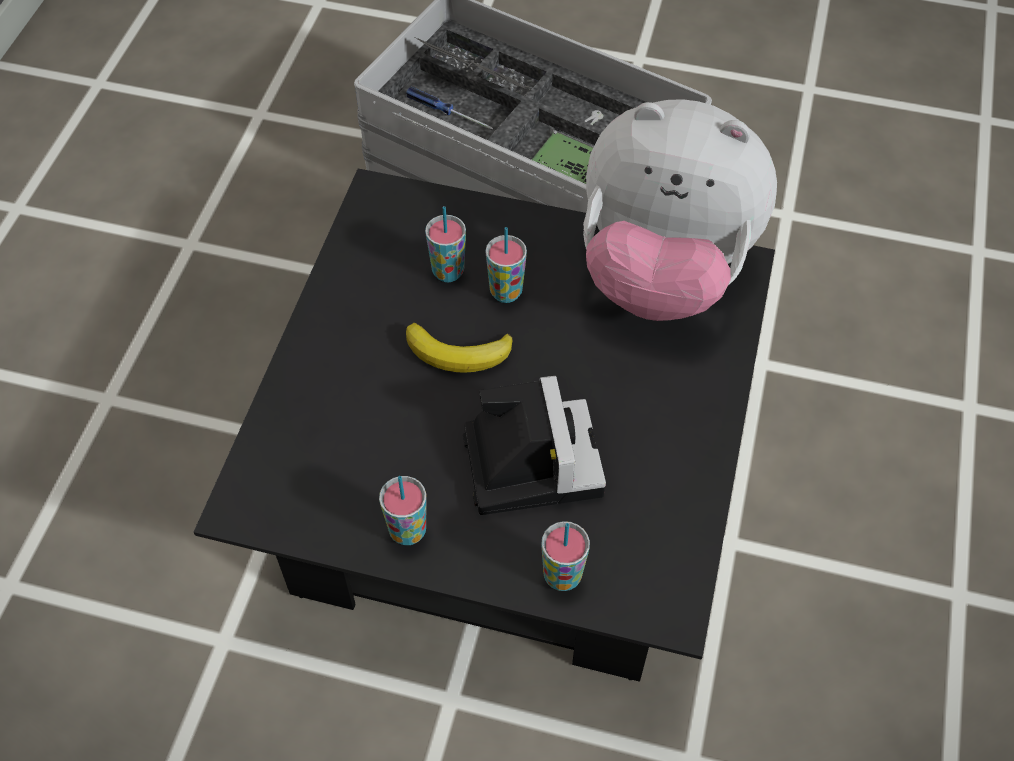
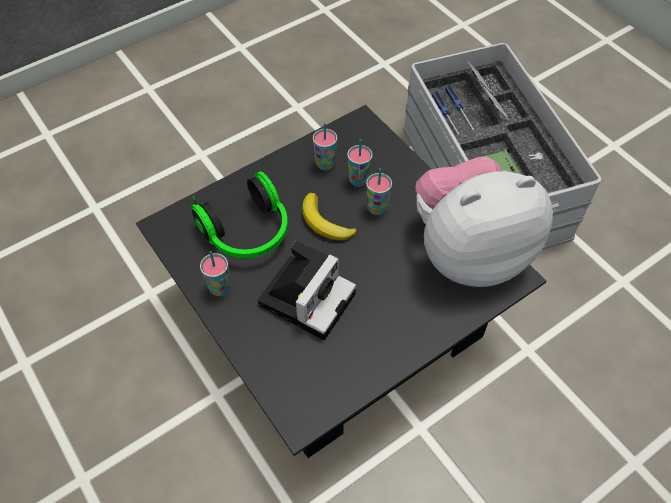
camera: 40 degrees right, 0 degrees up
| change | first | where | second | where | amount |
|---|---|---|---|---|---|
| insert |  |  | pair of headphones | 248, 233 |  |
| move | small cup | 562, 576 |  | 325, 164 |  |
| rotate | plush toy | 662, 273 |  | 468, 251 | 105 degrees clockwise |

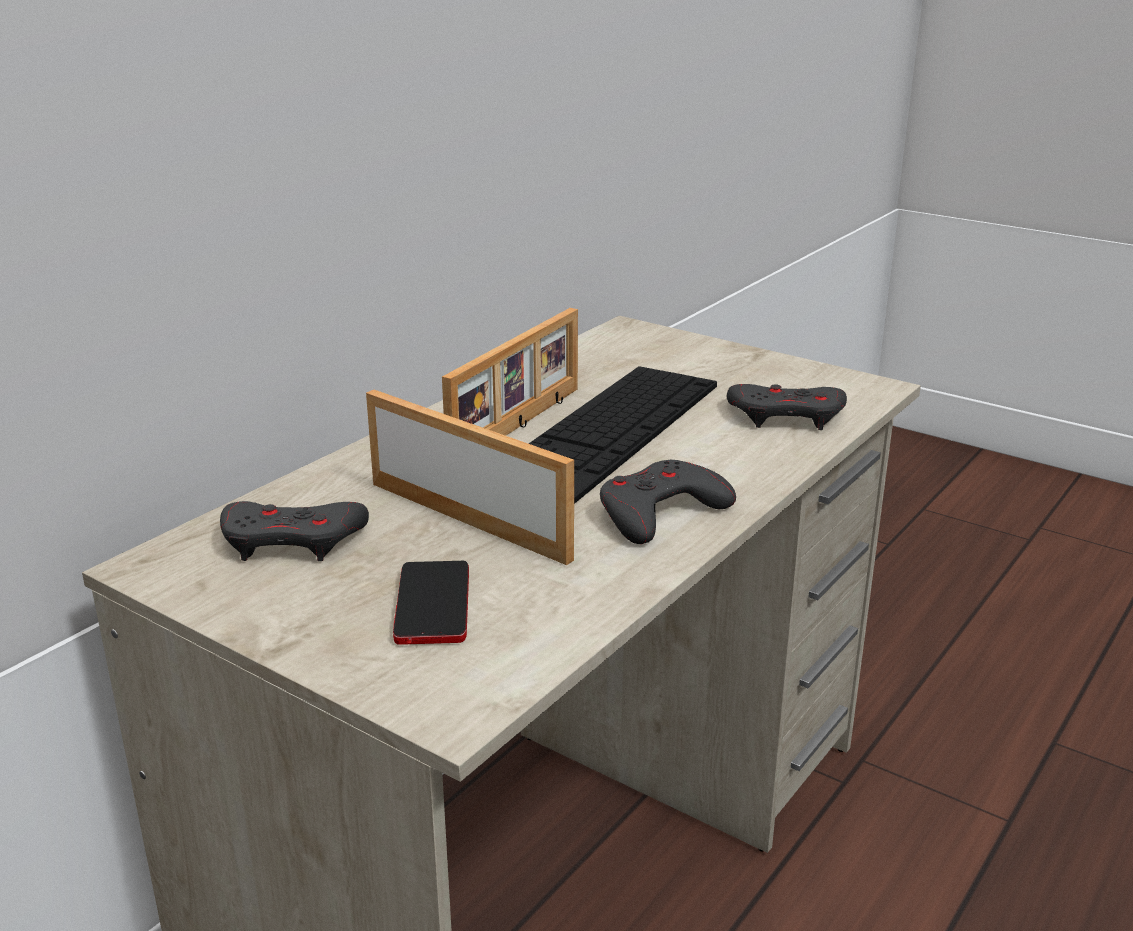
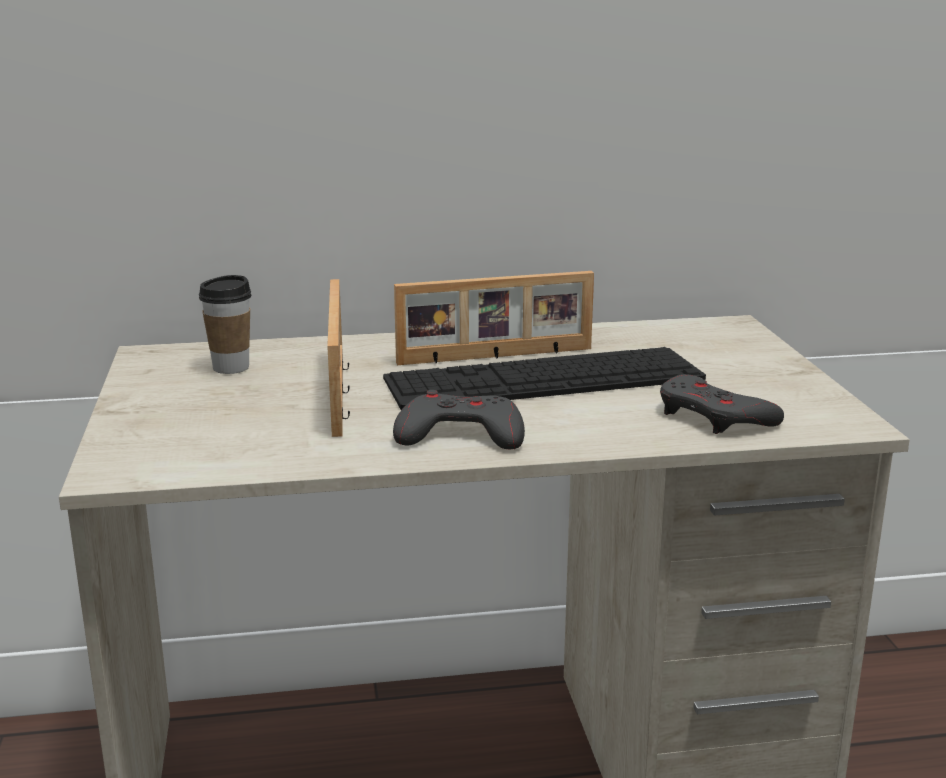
camera: 45 degrees right, 5 degrees down
| change | first | where | second | where | amount |
|---|---|---|---|---|---|
| replace | grey joypad | 292, 540 | small cup | 231, 367 |  |
| delete | phone | 432, 604 |  |  |  |

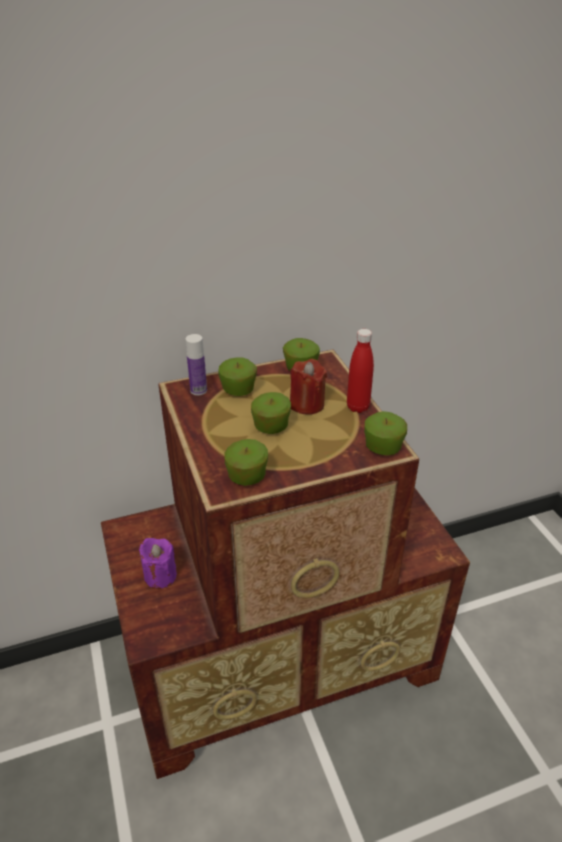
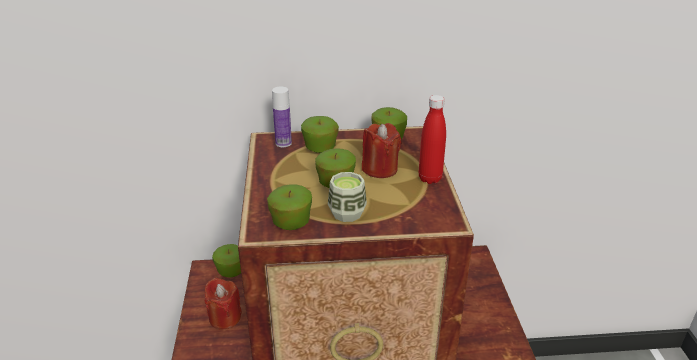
camera: 15 degrees right, 5 degrees down
| change | first | where | second | where | amount |
|---|---|---|---|---|---|
| recolor | purple-coloured wax light | 160, 576 | red wax light | 224, 318 |  |
| move | apple fruit | 383, 448 |  | 231, 271 |  |
| insert |  |  | small cup | 347, 213 |  |

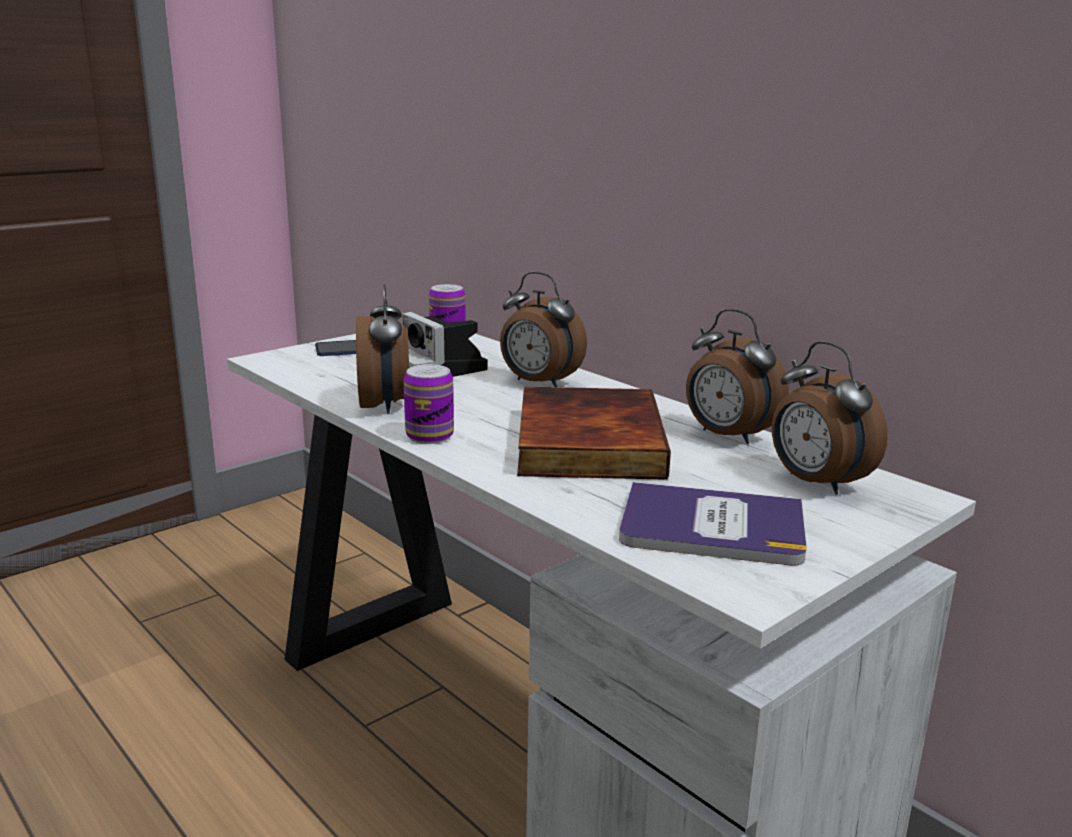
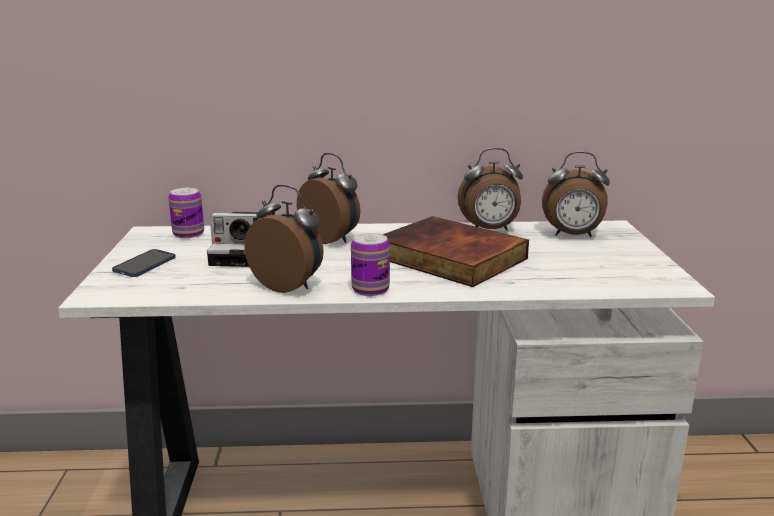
camera: 50 degrees left, 0 degrees up
| change | first | where | second | where | amount |
|---|---|---|---|---|---|
| rotate | table clock | 538, 383 |  | 332, 239 | 120 degrees counterclockwise |
| delete | book | 712, 526 |  |  |  |

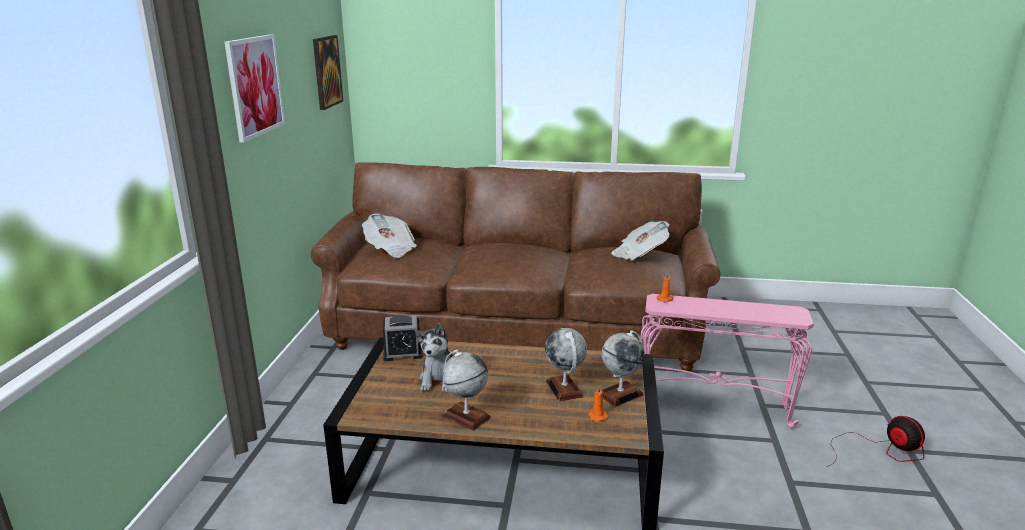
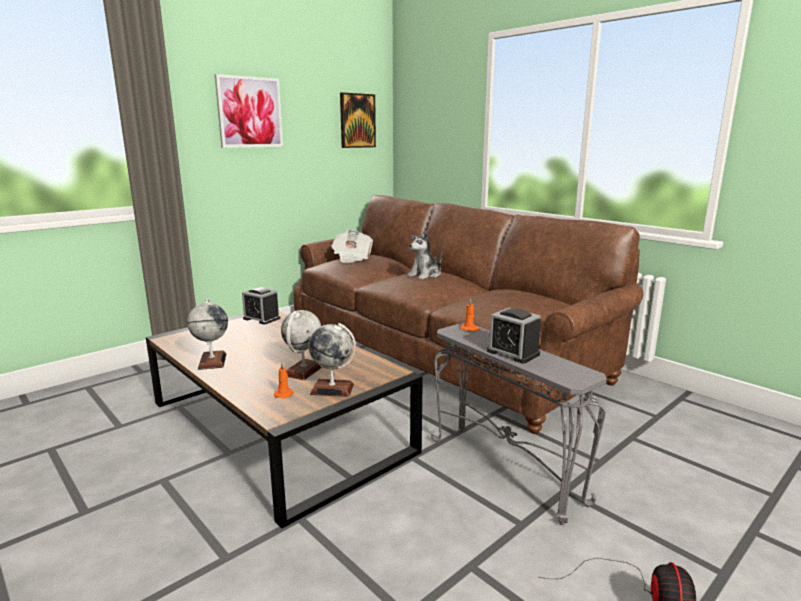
camera: 40 degrees right, 5 degrees down
| change | first | where | second | where | amount |
|---|---|---|---|---|---|
| move | plush toy | 440, 379 |  | 425, 275 |  |
| recolor | pinkish side table | 713, 409 | grey side table | 505, 470 |  |
| insert |  |  | table clock | 513, 353 |  |
| delete | newspaper | 639, 254 |  |  |  |

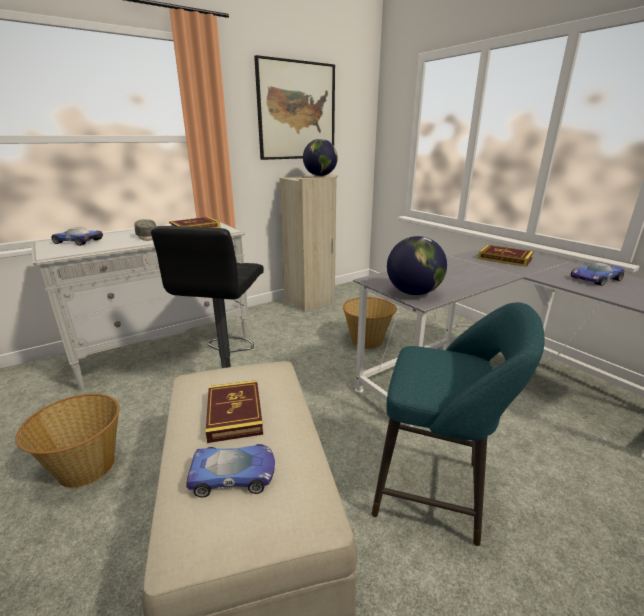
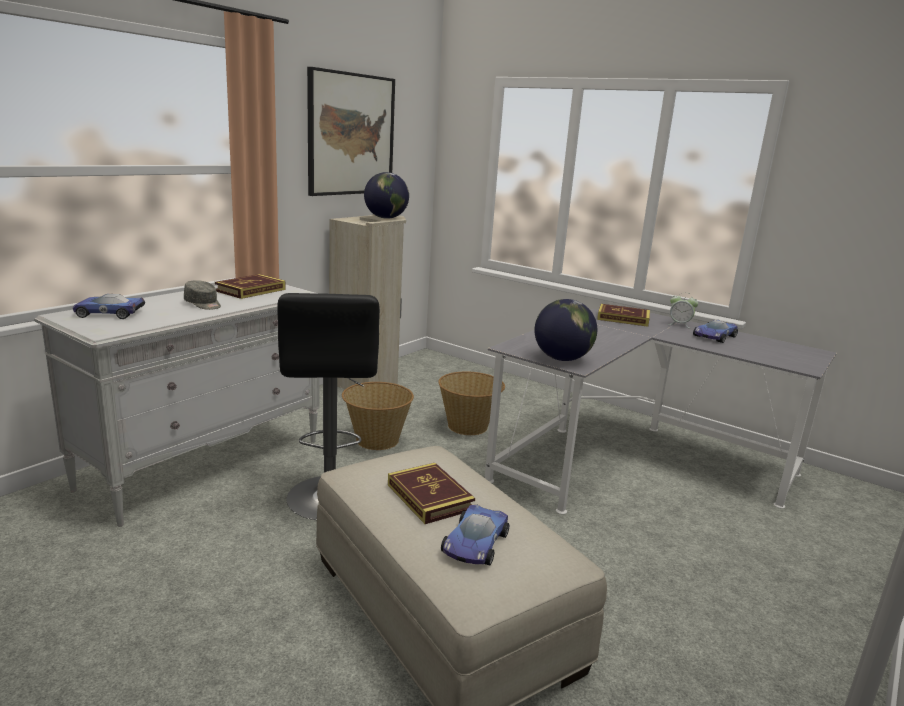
camera: 20 degrees left, 5 degrees down
| change | first | where | second | where | amount |
|---|---|---|---|---|---|
| move | storage basket | 85, 467 |  | 376, 440 |  |
| rotate | model car | 234, 475 |  | 475, 543 | 135 degrees clockwise |
| insert |  |  | table clock | 679, 325 |  |
| delete | blue-green stool seat | 435, 491 |  |  |  |

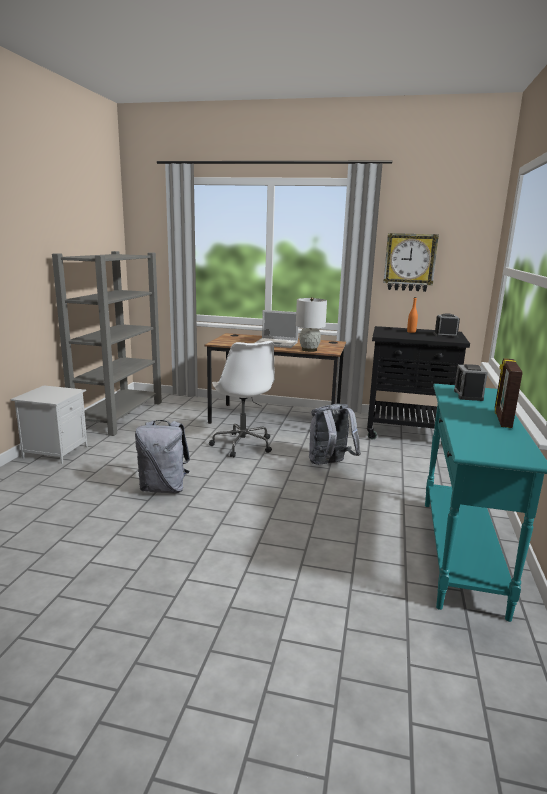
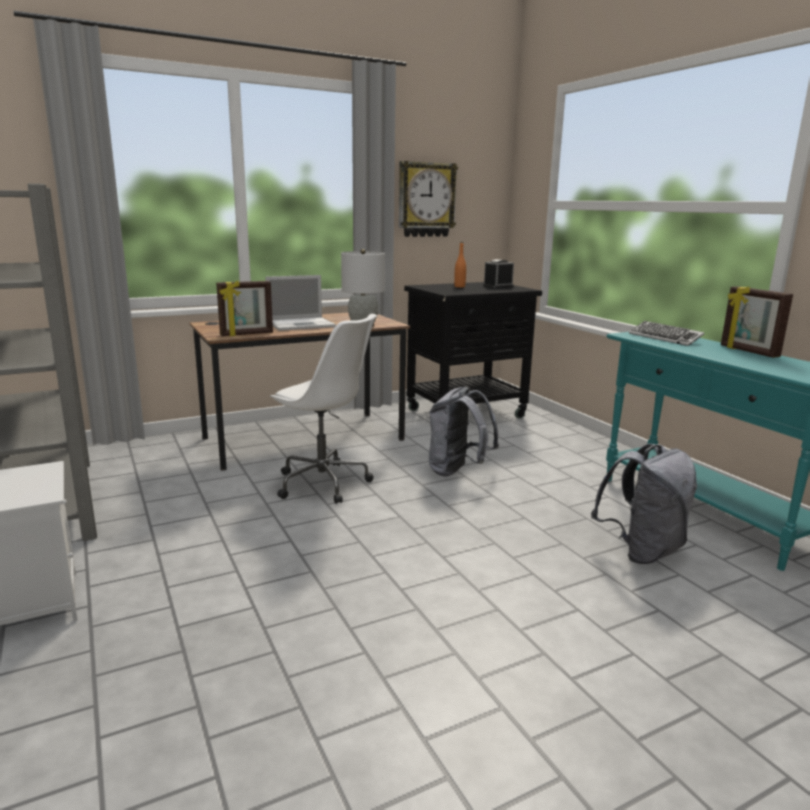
camera: 40 degrees left, 0 degrees up
| change | first | where | second | where | amount |
|---|---|---|---|---|---|
| insert |  |  | standing frame | 247, 334 |  |
| move | grey backpack | 164, 488 |  | 642, 551 |  |
| replace | table clock | 468, 395 | PC keyboard | 664, 338 |  |

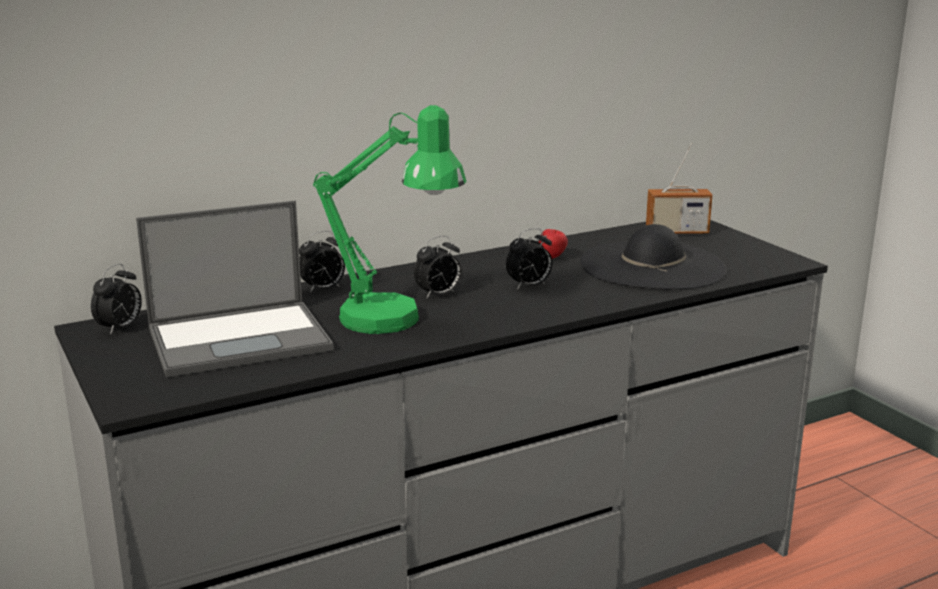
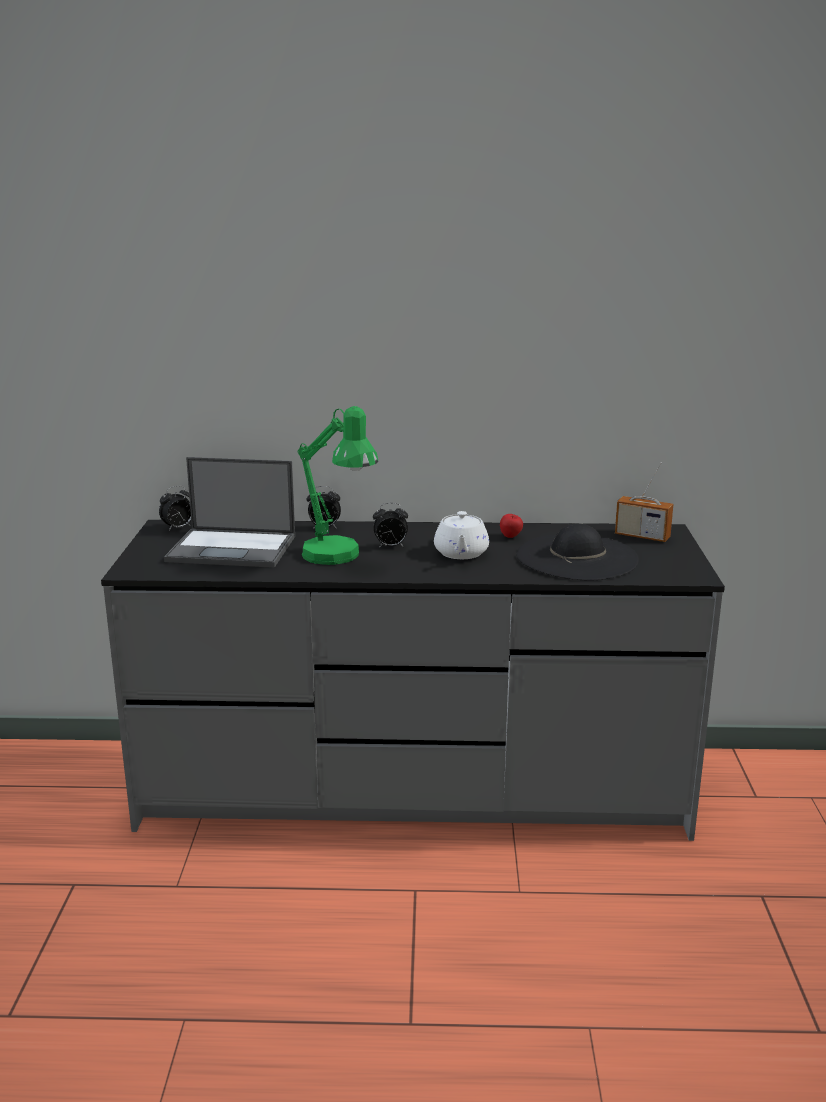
camera: 30 degrees right, 0 degrees up
| change | first | where | second | where | amount |
|---|---|---|---|---|---|
| replace | table clock | 529, 286 | white tea pot | 461, 553 |  |

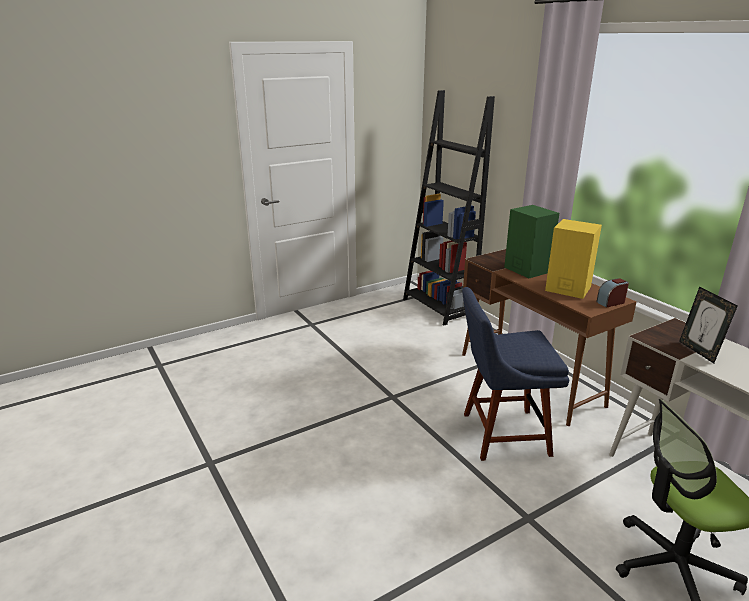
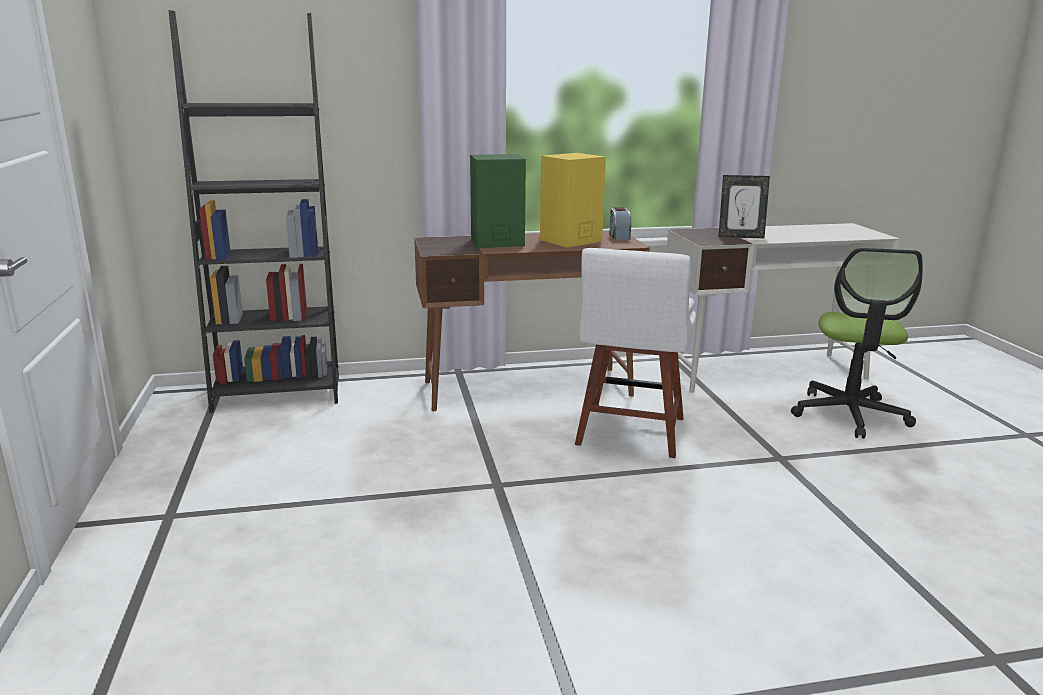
camera: 70 degrees left, 5 degrees down
| change | first | where | second | where | amount |
|---|---|---|---|---|---|
| recolor | blue plain chair | 500, 434 | white plain chair | 629, 434 |  |

